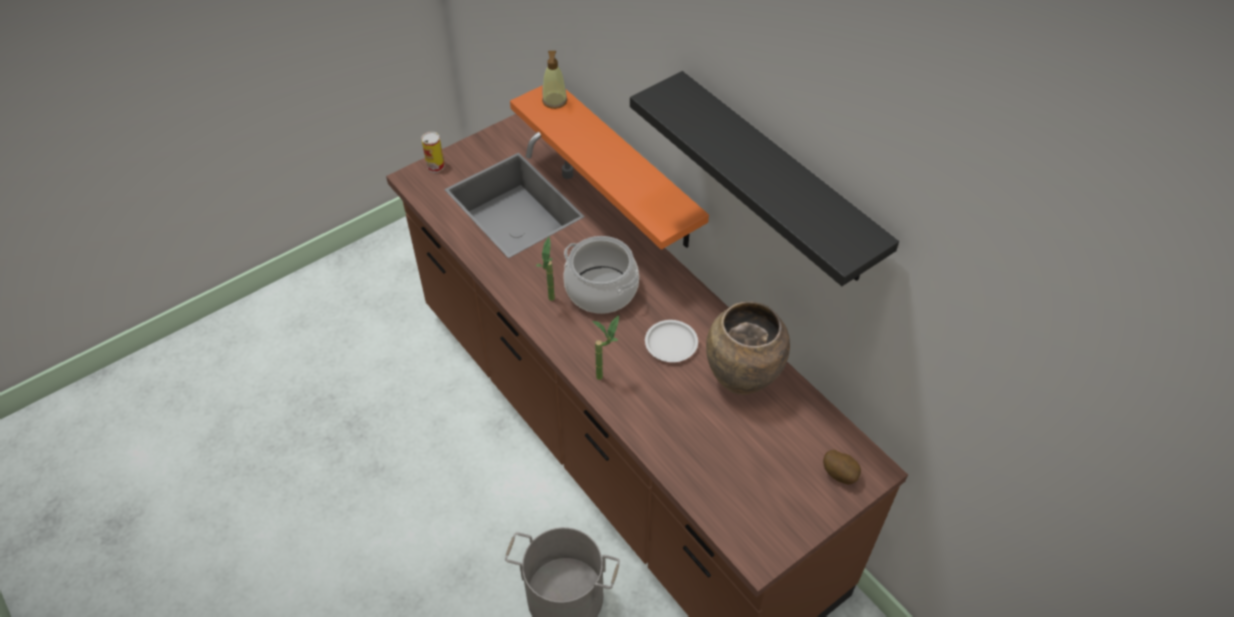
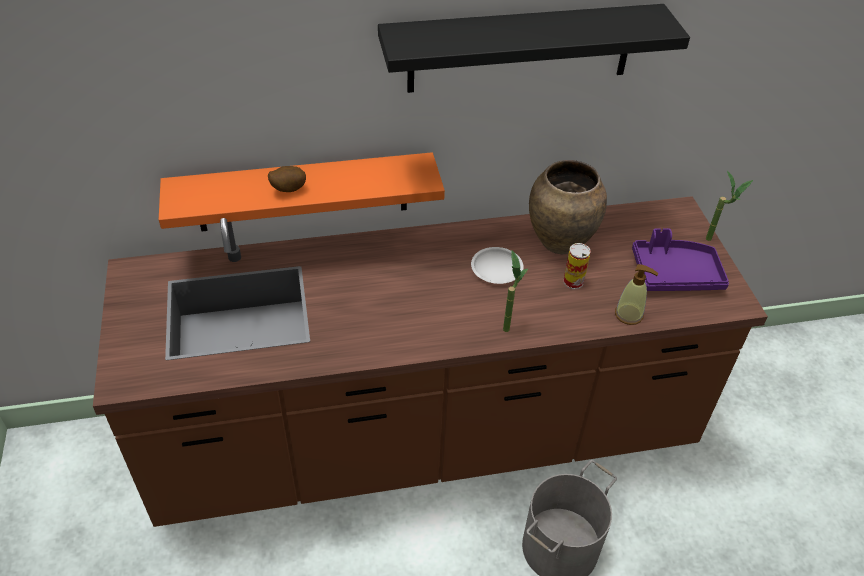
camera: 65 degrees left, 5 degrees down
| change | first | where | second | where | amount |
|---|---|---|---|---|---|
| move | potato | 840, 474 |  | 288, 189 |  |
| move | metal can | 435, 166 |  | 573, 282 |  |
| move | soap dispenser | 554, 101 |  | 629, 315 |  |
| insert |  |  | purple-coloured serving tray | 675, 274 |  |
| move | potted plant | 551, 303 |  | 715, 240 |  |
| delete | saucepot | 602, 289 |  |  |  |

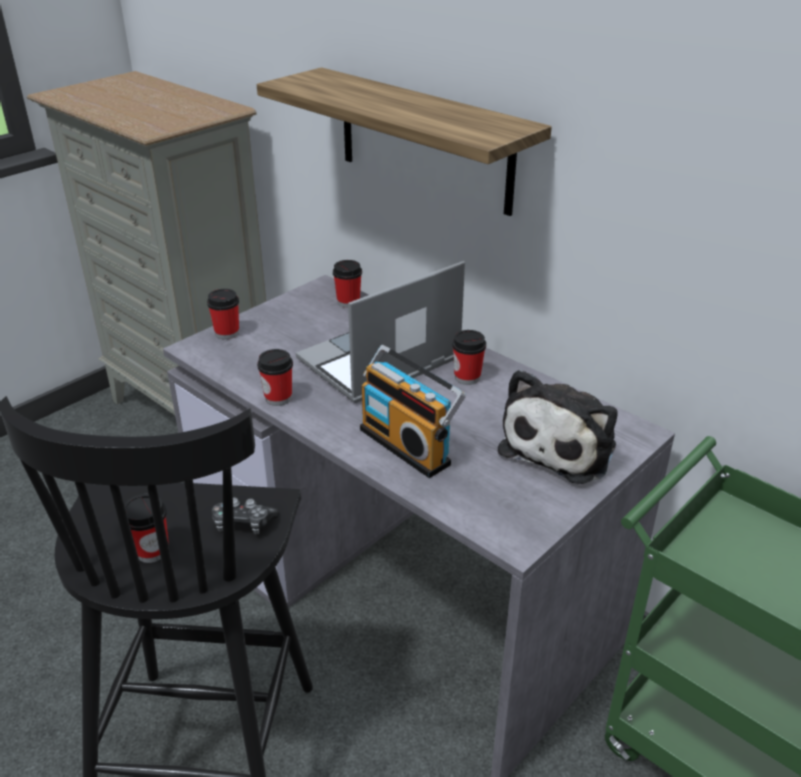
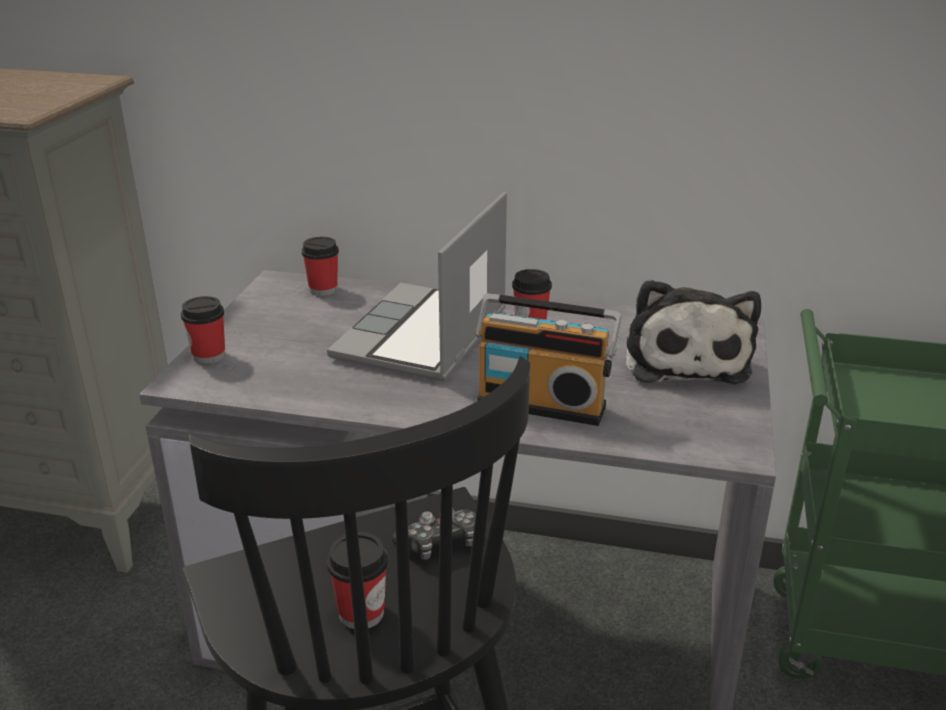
camera: 30 degrees left, 5 degrees down
| change | first | where | second | where | amount |
|---|---|---|---|---|---|
| delete | shelf | 424, 140 |  |  |  |
| delete | small cup | 278, 398 |  |  |  |

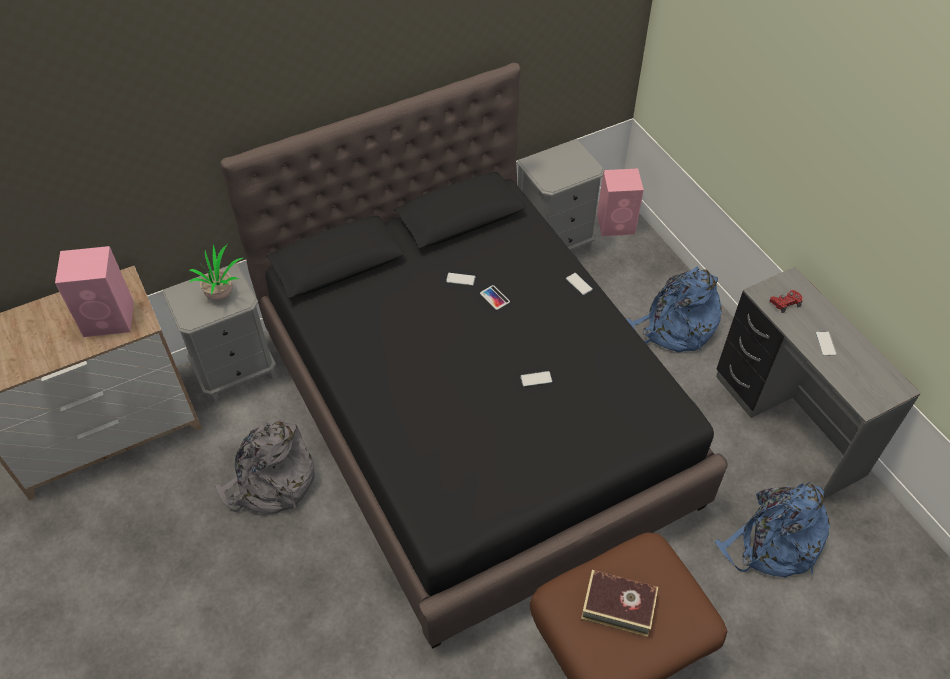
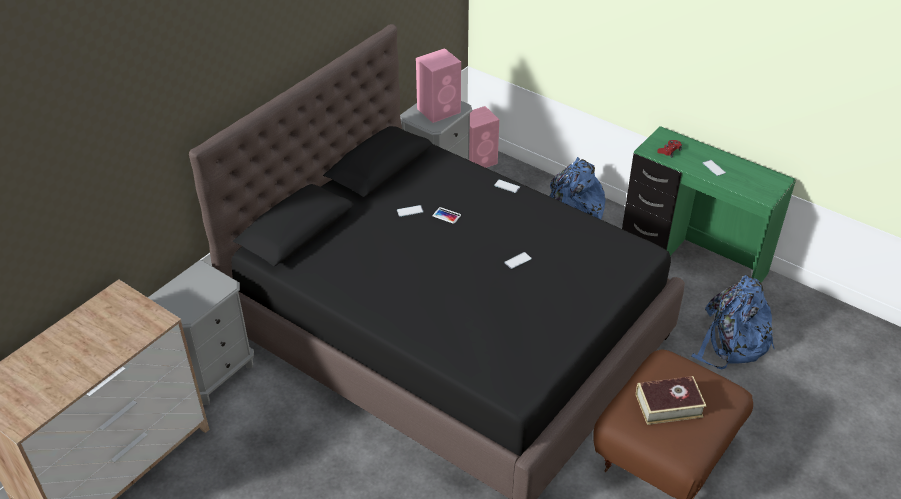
camera: 25 degrees left, 10 degrees down
| change | first | where | second | where | amount |
|---|---|---|---|---|---|
| move | pinkish audio speaker | 110, 318 |  | 439, 110 |  |
| recolor | grey desk | 786, 425 | greenish desk | 692, 259 |  |
| delete | potted plant | 222, 294 |  |  |  |
| delete | grey backpack | 271, 483 |  |  |  |

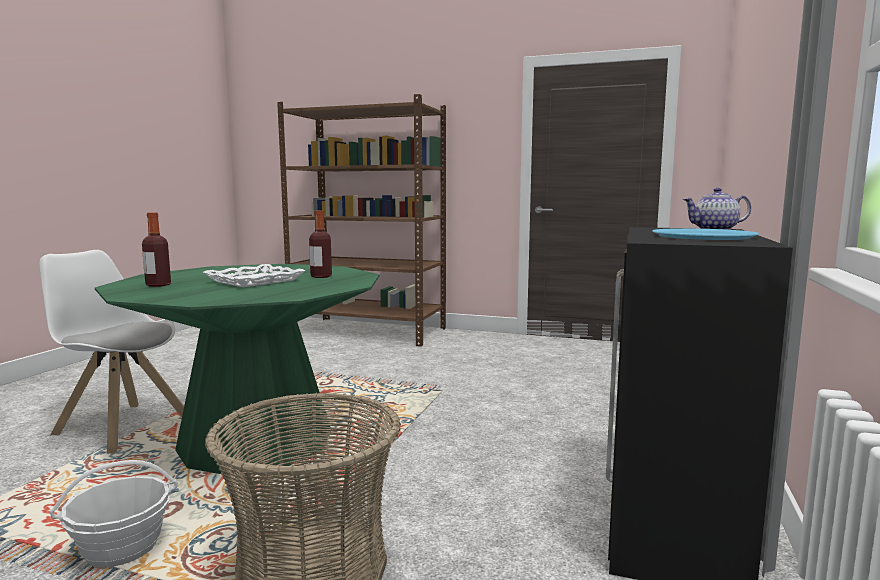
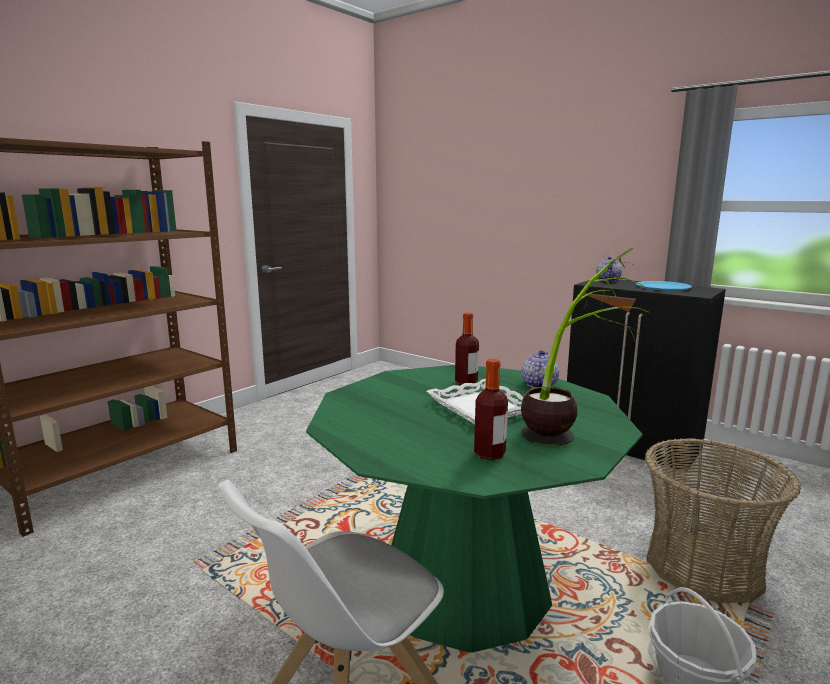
camera: 70 degrees left, 5 degrees up
| change | first | where | second | where | amount |
|---|---|---|---|---|---|
| insert |  |  | potted plant | 571, 428 |  |
| insert |  |  | tea pot | 538, 384 |  |

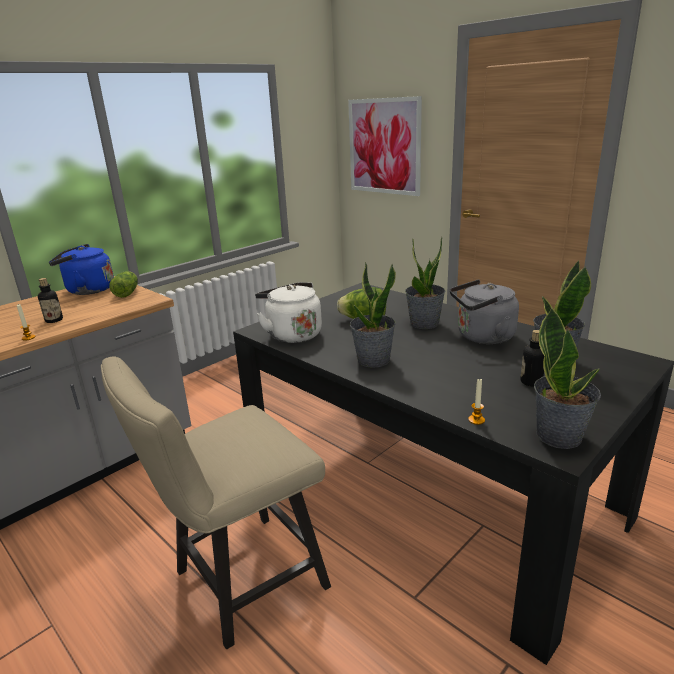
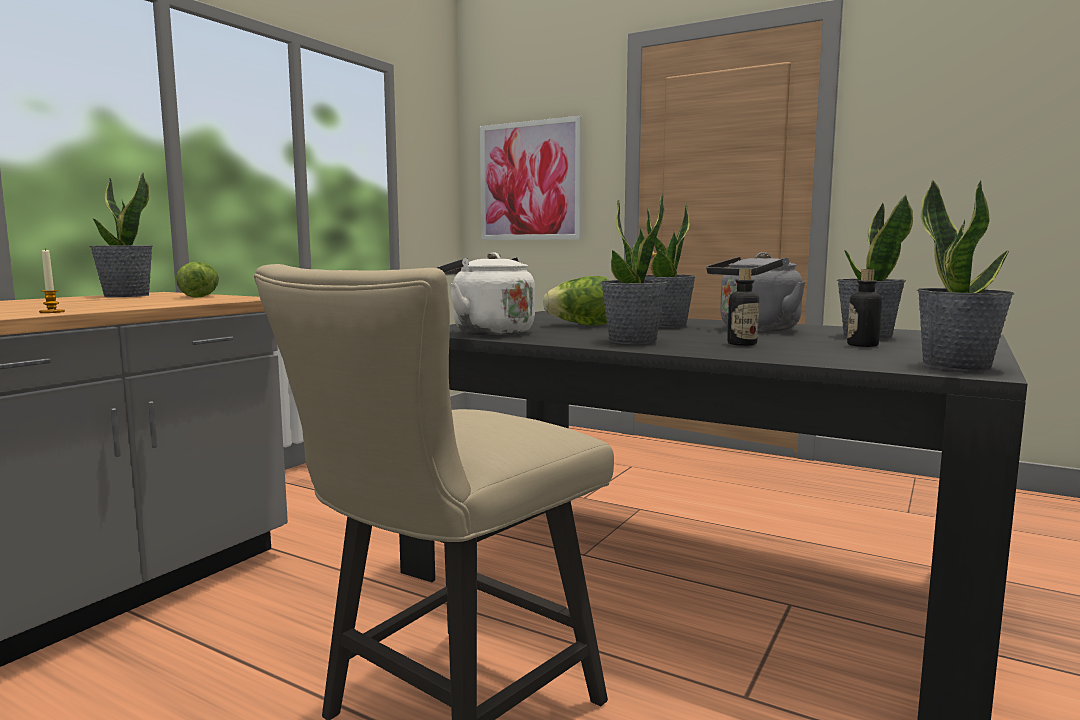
camera: 15 degrees left, 15 degrees down
| change | first | where | second | where | amount |
|---|---|---|---|---|---|
| replace | blue water kettle | 87, 290 | potted plant | 126, 296 |  |
| move | beverage bottle | 54, 320 |  | 742, 344 |  |
| delete | wax light | 476, 420 |  |  |  |

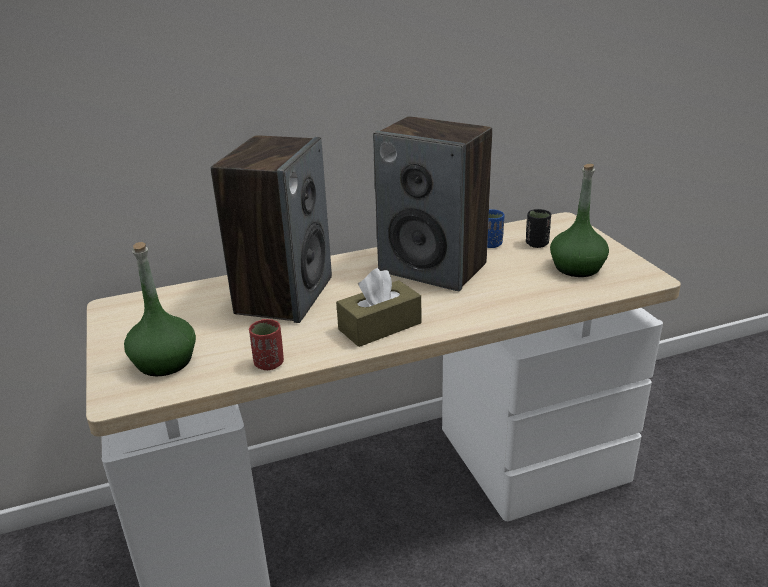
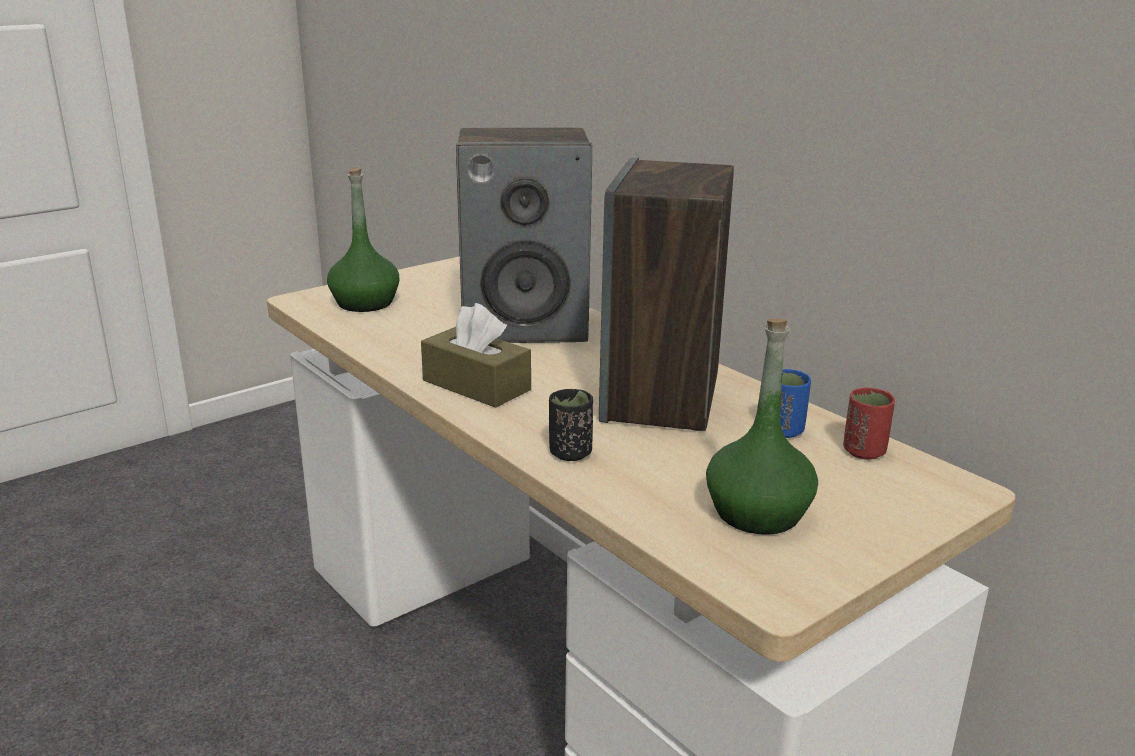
camera: 70 degrees right, 5 degrees down
| change | first | where | second | where | amount |
|---|---|---|---|---|---|
| move | black-coloured small cup | 536, 244 |  | 570, 453 |  |
| move | red small cup | 269, 363 |  | 864, 452 |  |

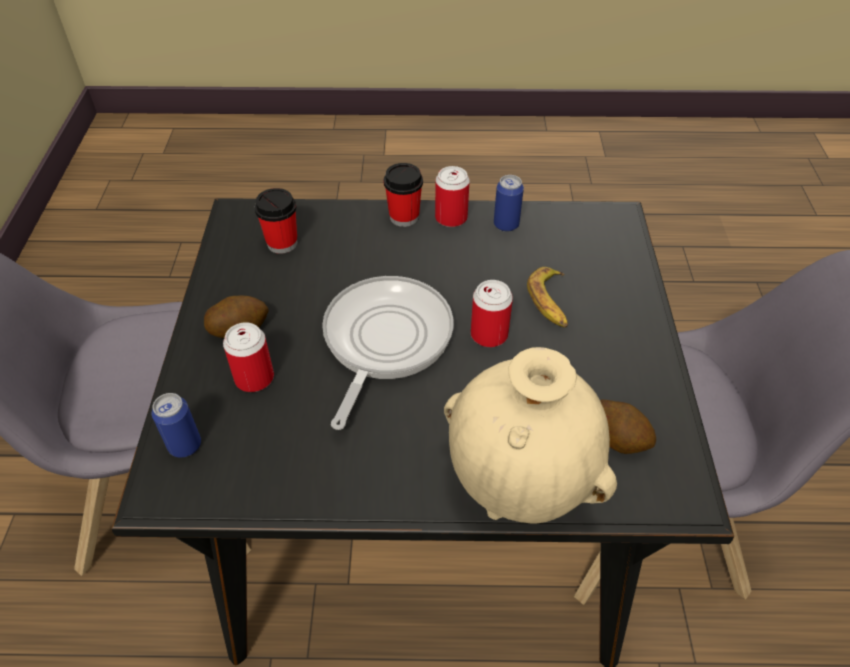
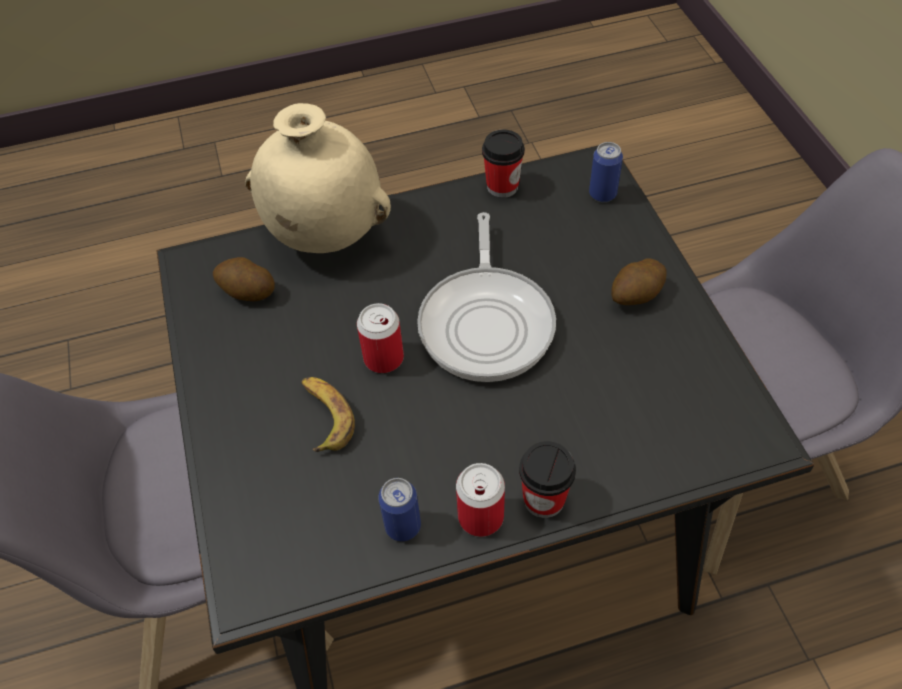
camera: 165 degrees right, 5 degrees up
| change | first | where | second | where | amount |
|---|---|---|---|---|---|
| move | small cup | 282, 243 |  | 502, 186 |  |
| delete | metal can | 254, 378 |  |  |  |

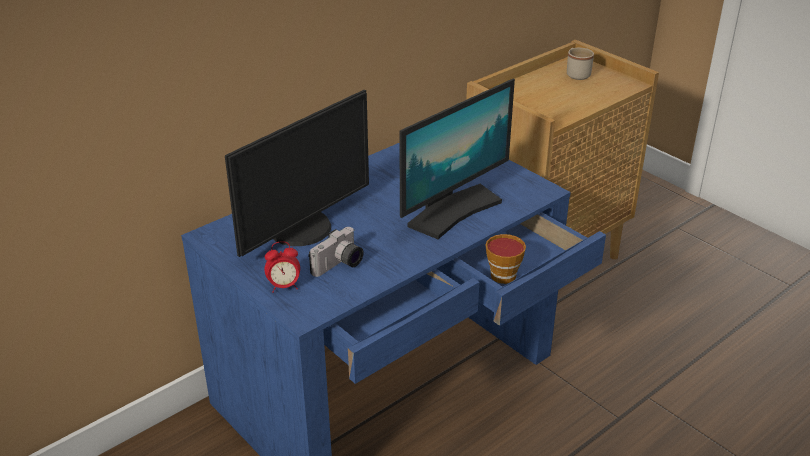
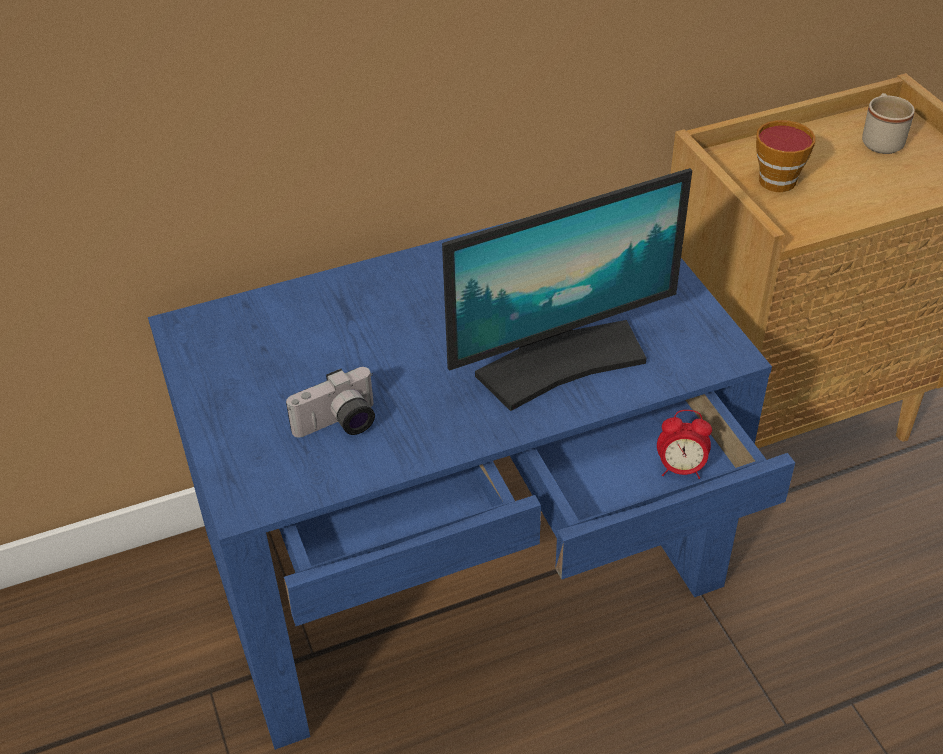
camera: 20 degrees right, 10 degrees up
| change | first | where | second | where | amount |
|---|---|---|---|---|---|
| move | table clock | 284, 286 |  | 680, 469 |  |
| move | small cup | 503, 273 |  | 779, 178 |  |
| delete | monitor | 302, 229 |  |  |  |

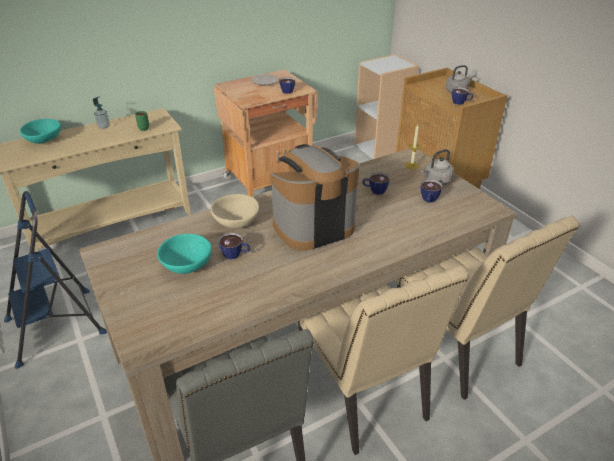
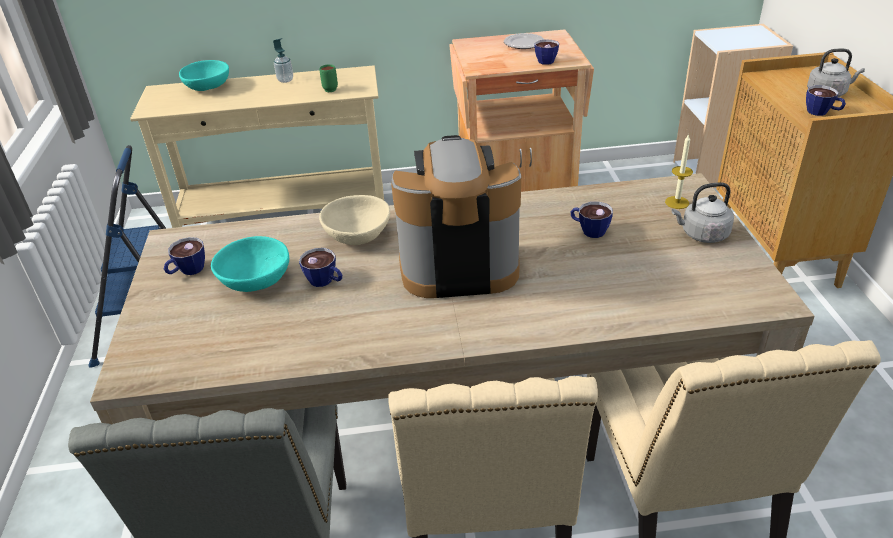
camera: 25 degrees right, 0 degrees up
| change | first | where | second | where | amount |
|---|---|---|---|---|---|
| move | small cup | 428, 200 |  | 187, 271 |  |

